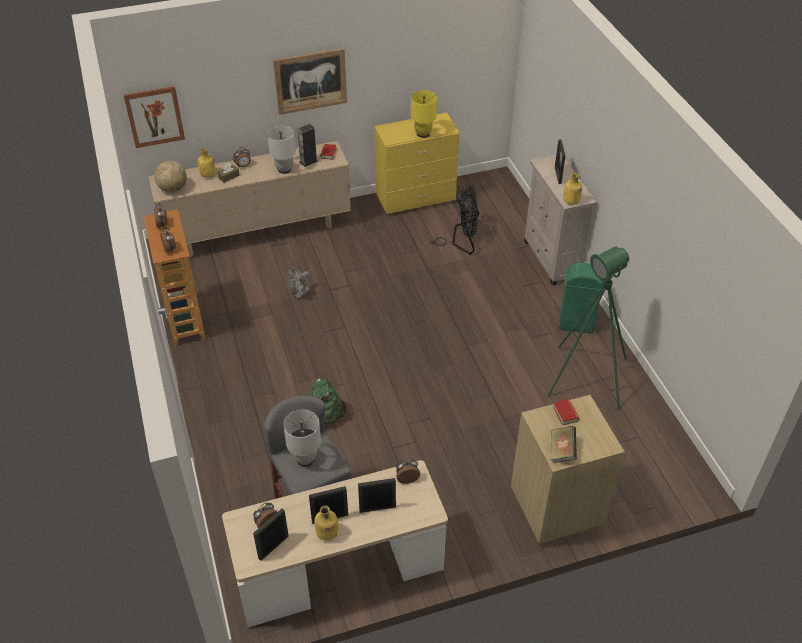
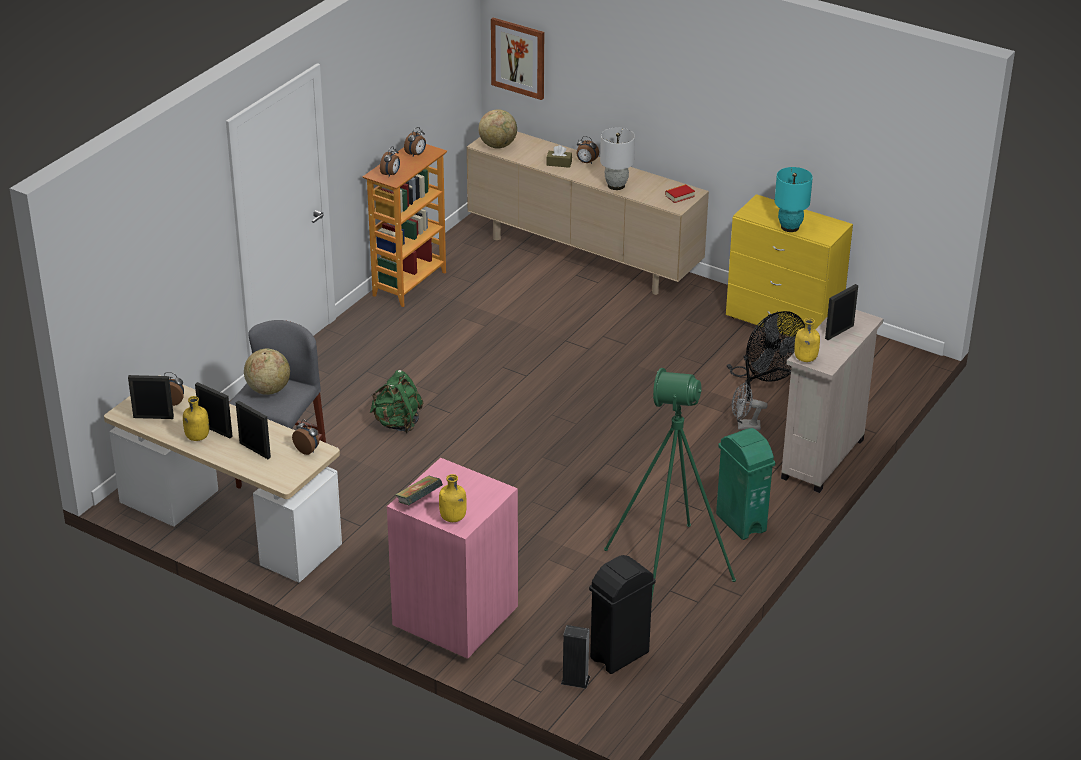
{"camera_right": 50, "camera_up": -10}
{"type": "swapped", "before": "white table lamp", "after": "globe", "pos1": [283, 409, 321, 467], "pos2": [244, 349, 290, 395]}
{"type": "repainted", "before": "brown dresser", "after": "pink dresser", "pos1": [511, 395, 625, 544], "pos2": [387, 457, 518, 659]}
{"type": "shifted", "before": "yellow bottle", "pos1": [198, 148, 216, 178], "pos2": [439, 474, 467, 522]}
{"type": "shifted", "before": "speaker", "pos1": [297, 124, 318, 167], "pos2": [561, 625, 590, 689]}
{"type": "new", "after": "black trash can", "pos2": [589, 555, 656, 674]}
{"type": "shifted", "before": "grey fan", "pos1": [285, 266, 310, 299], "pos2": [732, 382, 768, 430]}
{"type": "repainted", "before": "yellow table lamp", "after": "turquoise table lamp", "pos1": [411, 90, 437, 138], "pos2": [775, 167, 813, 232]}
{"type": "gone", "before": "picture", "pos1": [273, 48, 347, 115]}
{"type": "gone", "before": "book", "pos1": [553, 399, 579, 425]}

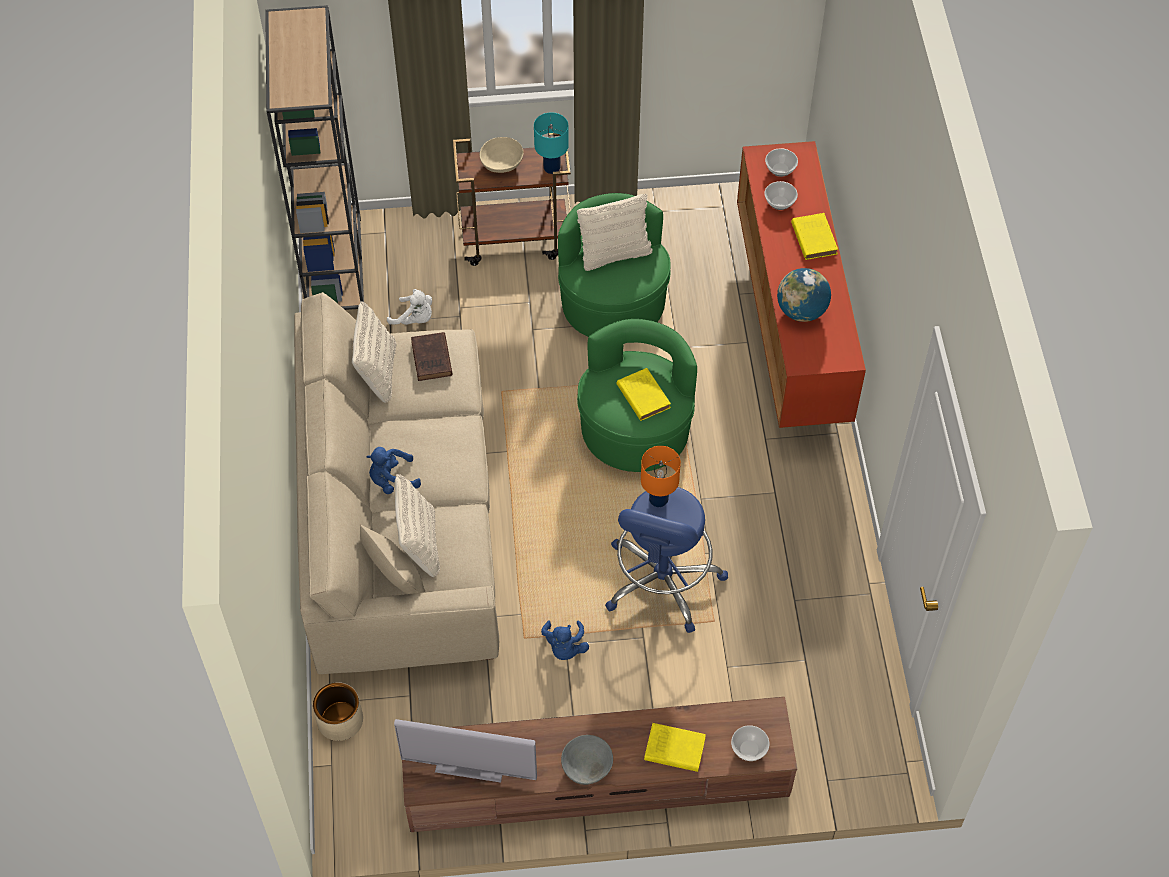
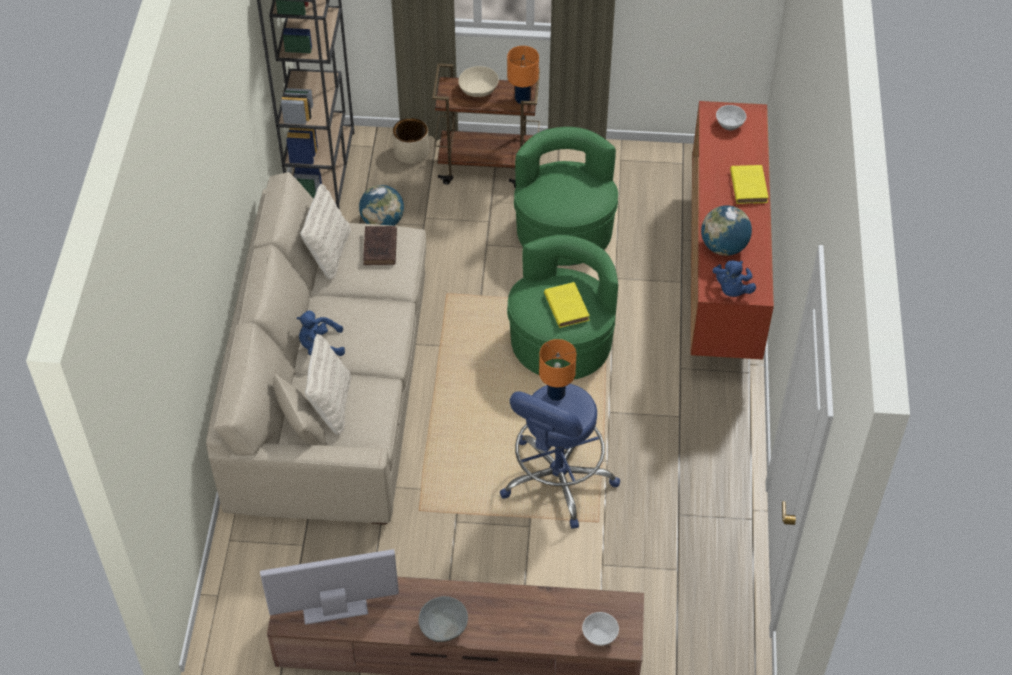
{"camera_right": 10, "camera_up": -5}
{"type": "rotated", "before": "television", "pos1": [394, 719, 537, 783], "pos2": [260, 549, 399, 625], "turn": 150}
{"type": "swapped", "before": "white plush toy", "after": "globe", "pos1": [387, 289, 432, 325], "pos2": [359, 185, 404, 226]}
{"type": "shifted", "before": "beige planter", "pos1": [313, 682, 363, 741], "pos2": [393, 118, 429, 164]}
{"type": "repainted", "before": "turquoise table lamp", "after": "orange table lamp", "pos1": [534, 112, 569, 174], "pos2": [507, 46, 539, 104]}
{"type": "shifted", "before": "blue plush toy", "pos1": [541, 620, 589, 660], "pos2": [713, 261, 756, 297]}
{"type": "gone", "before": "beige pillow", "pos1": [577, 194, 653, 271]}
{"type": "gone", "before": "yellow book", "pos1": [644, 723, 706, 772]}
{"type": "gone", "before": "bowl", "pos1": [764, 181, 798, 210]}

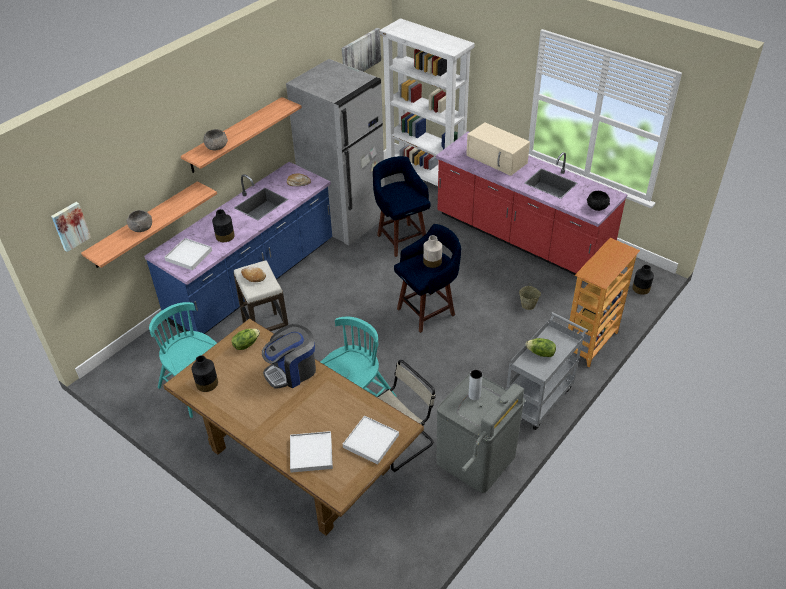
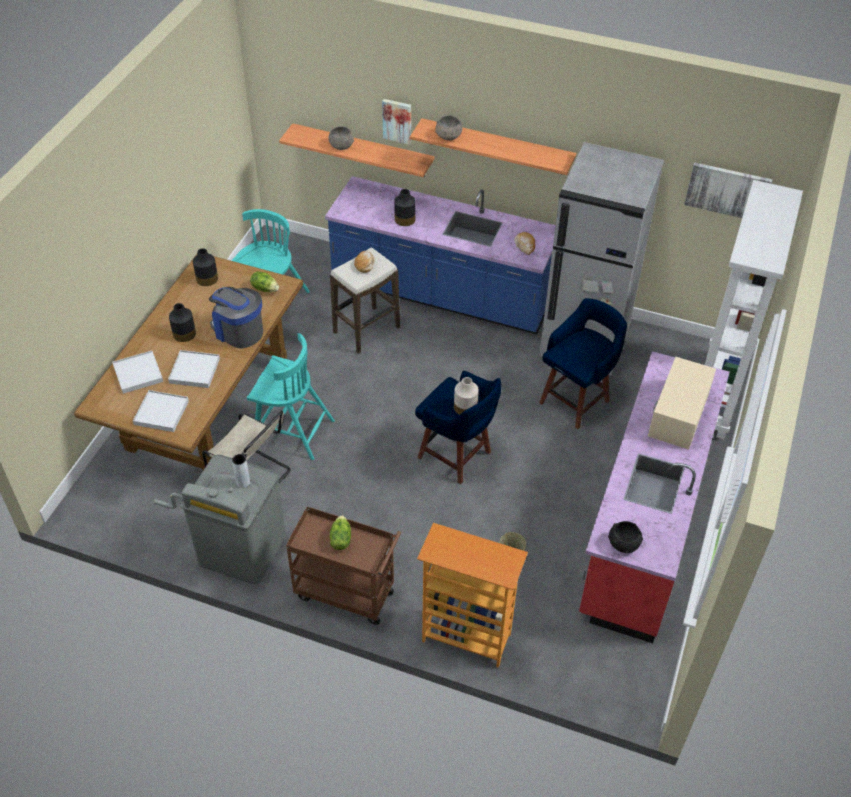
{"camera_right": 70, "camera_up": 5}
{"type": "shifted", "before": "white tray", "pos1": [164, 238, 212, 270], "pos2": [168, 350, 220, 388]}
{"type": "shifted", "before": "black vase", "pos1": [632, 265, 654, 295], "pos2": [169, 303, 196, 342]}
{"type": "repainted", "before": "grey cart", "after": "brown cart", "pos1": [506, 312, 588, 430], "pos2": [286, 507, 401, 625]}
{"type": "shifted", "before": "picture", "pos1": [51, 202, 91, 252], "pos2": [382, 99, 411, 145]}

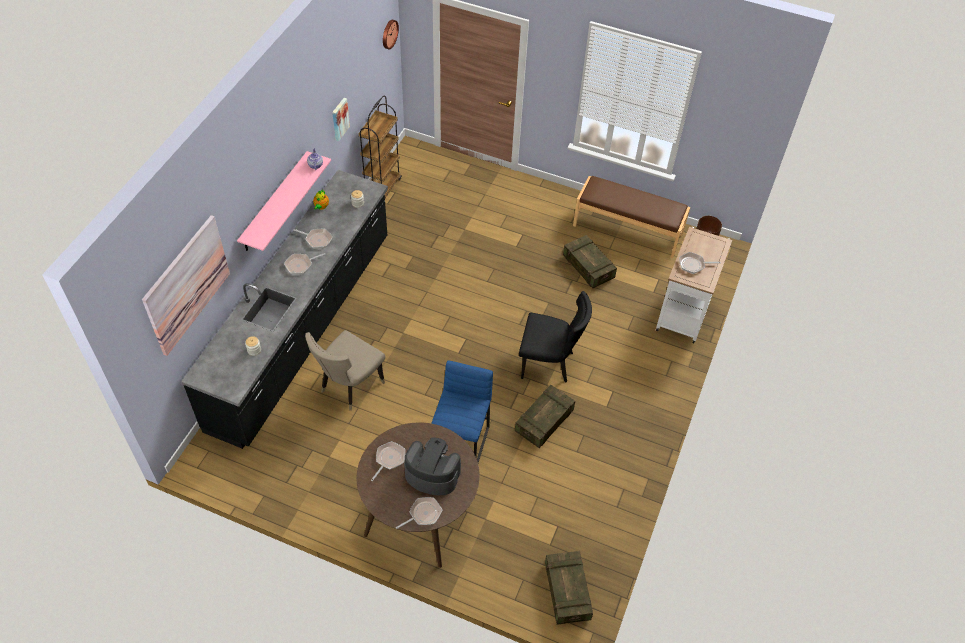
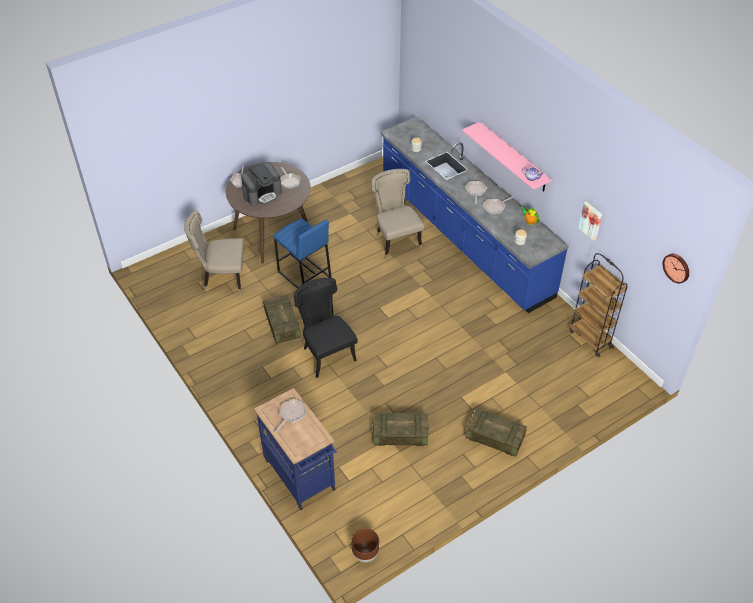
{"camera_right": 125, "camera_up": -5}
{"type": "new", "after": "beige chair", "pos2": [184, 210, 244, 294]}
{"type": "repainted", "before": "white cart", "after": "blue cart", "pos1": [656, 227, 732, 343], "pos2": [254, 388, 337, 510]}
{"type": "rotated", "before": "black chair", "pos1": [519, 291, 592, 382], "pos2": [294, 278, 358, 378], "turn": 105}
{"type": "repainted", "before": "black counter", "after": "blue counter", "pos1": [181, 170, 388, 449], "pos2": [381, 117, 569, 313]}
{"type": "shifted", "before": "crate", "pos1": [545, 551, 593, 625], "pos2": [465, 408, 527, 457]}
{"type": "gone", "before": "picture", "pos1": [142, 215, 230, 356]}
{"type": "gone", "before": "brown bench", "pos1": [573, 176, 690, 258]}

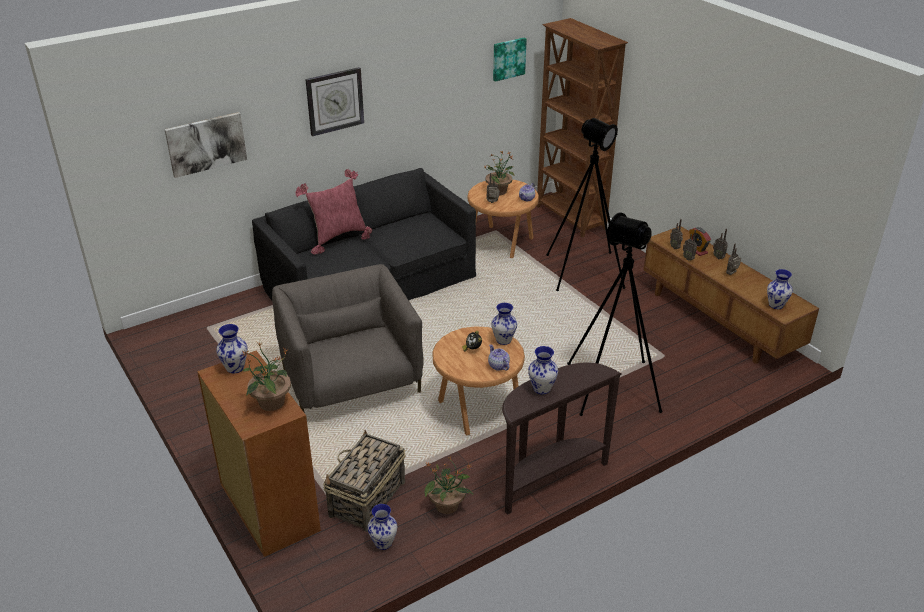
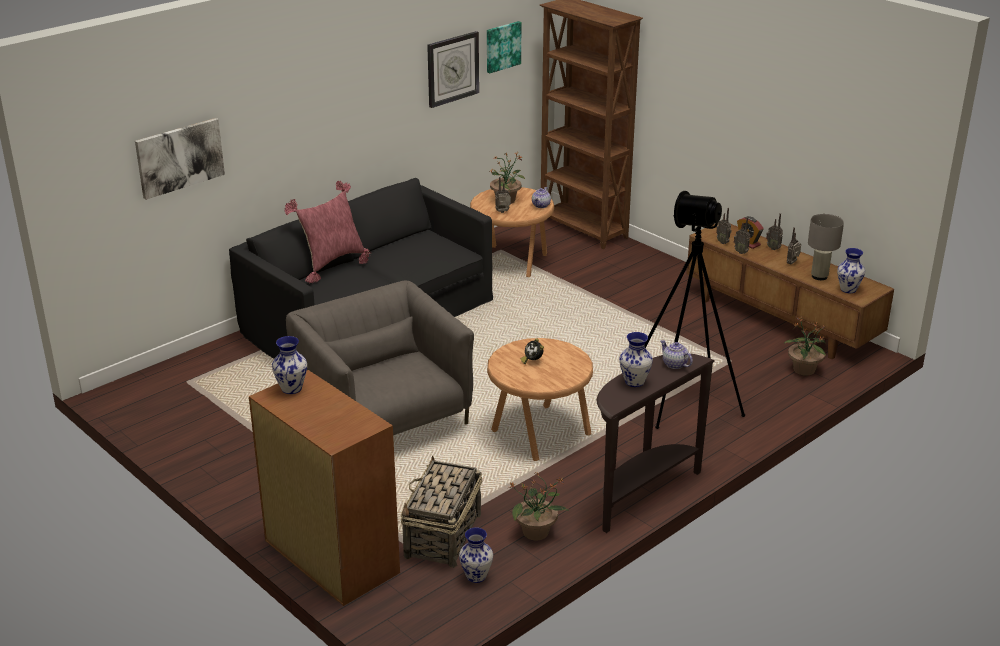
{"camera_right": -10, "camera_up": -5}
{"type": "shifted", "before": "wall clock", "pos1": [305, 67, 364, 136], "pos2": [427, 31, 479, 108]}
{"type": "shifted", "before": "teapot", "pos1": [488, 344, 510, 371], "pos2": [660, 340, 693, 369]}
{"type": "shifted", "before": "potted plant", "pos1": [242, 342, 291, 411], "pos2": [784, 316, 826, 376]}
{"type": "new", "after": "grey table lamp", "pos2": [808, 214, 844, 280]}
{"type": "gone", "before": "vase", "pos1": [491, 303, 517, 345]}
{"type": "gone", "before": "black floor lamp", "pos1": [546, 118, 626, 291]}

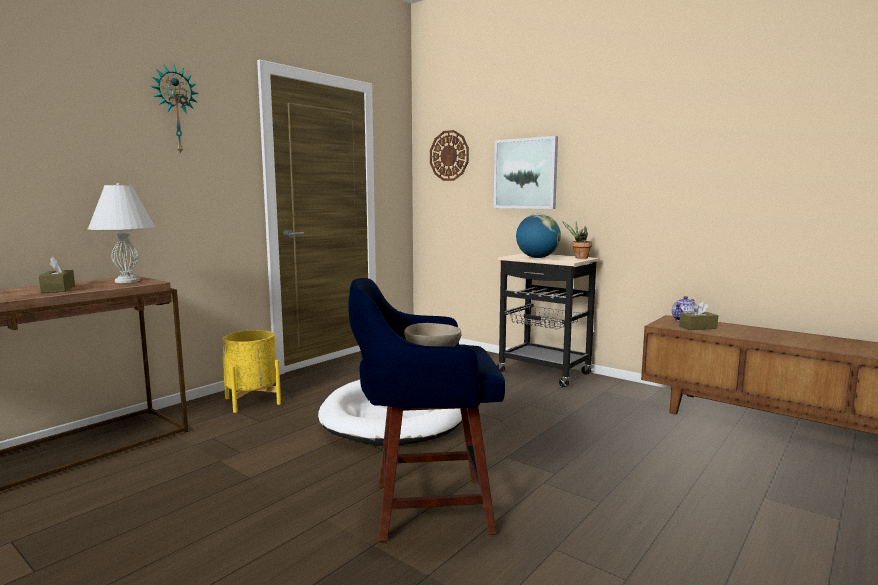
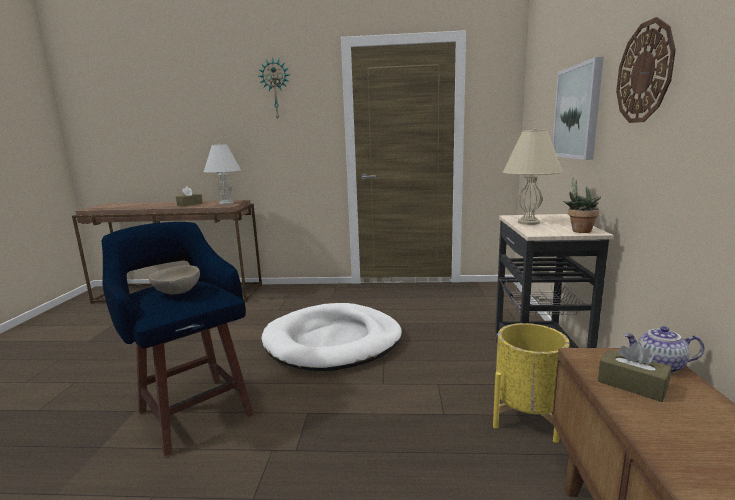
{"camera_right": 55, "camera_up": 5}
{"type": "shifted", "before": "yellow planter", "pos1": [222, 330, 281, 413], "pos2": [493, 323, 570, 443]}
{"type": "swapped", "before": "globe", "after": "beige table lamp", "pos1": [516, 214, 561, 258], "pos2": [502, 128, 563, 225]}
{"type": "shifted", "before": "wall clock", "pos1": [430, 130, 469, 181], "pos2": [616, 17, 676, 123]}

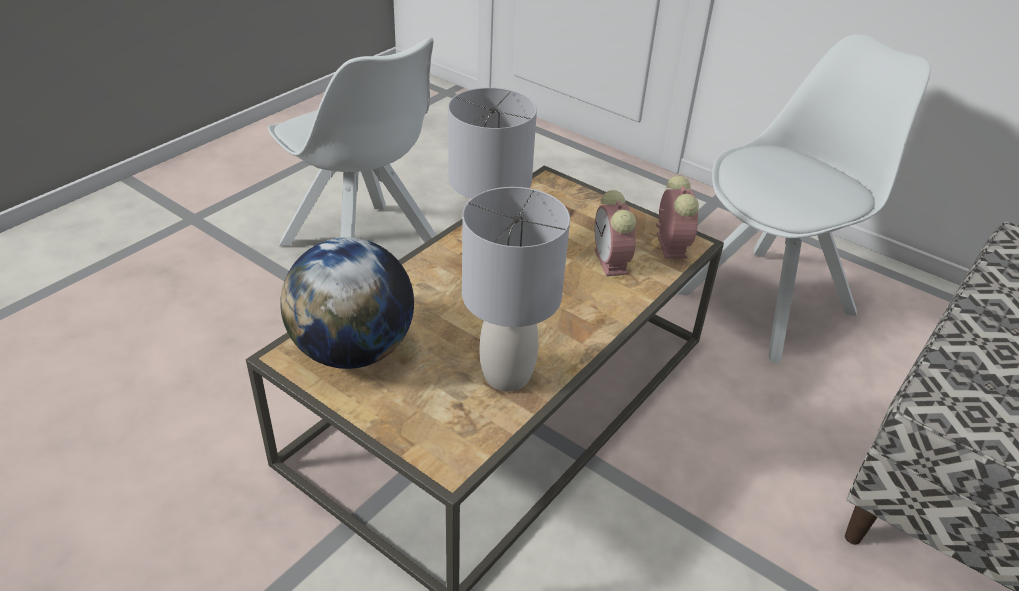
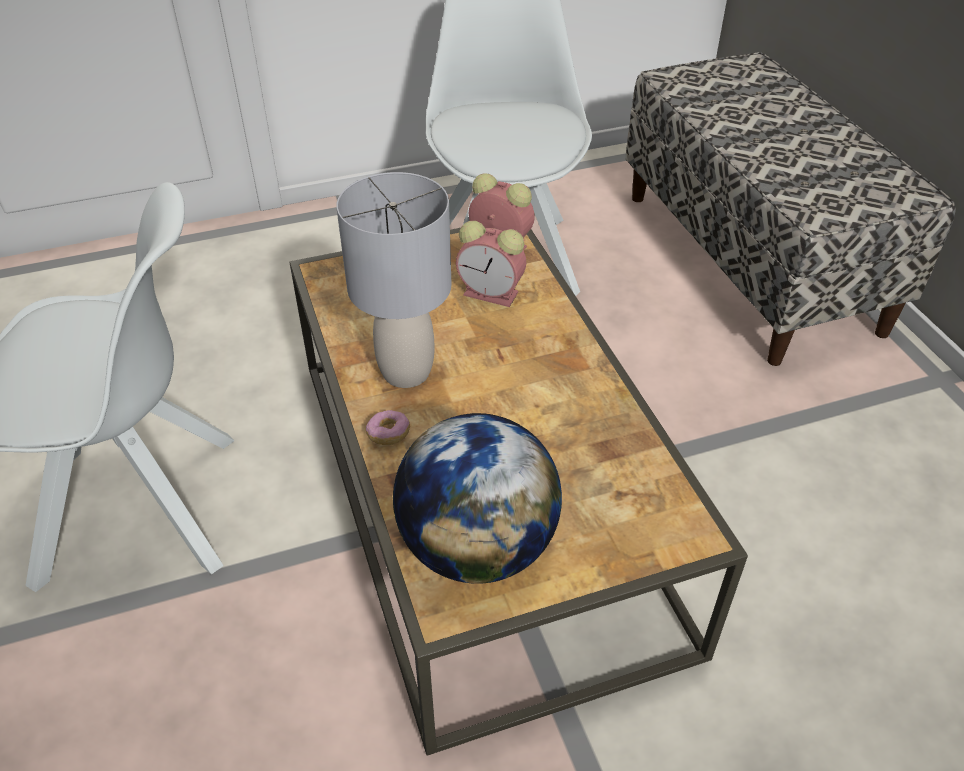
{"camera_right": -55, "camera_up": 5}
{"type": "new", "after": "donut", "pos2": [366, 410, 410, 445]}
{"type": "gone", "before": "grey table lamp", "pos1": [462, 187, 570, 391]}

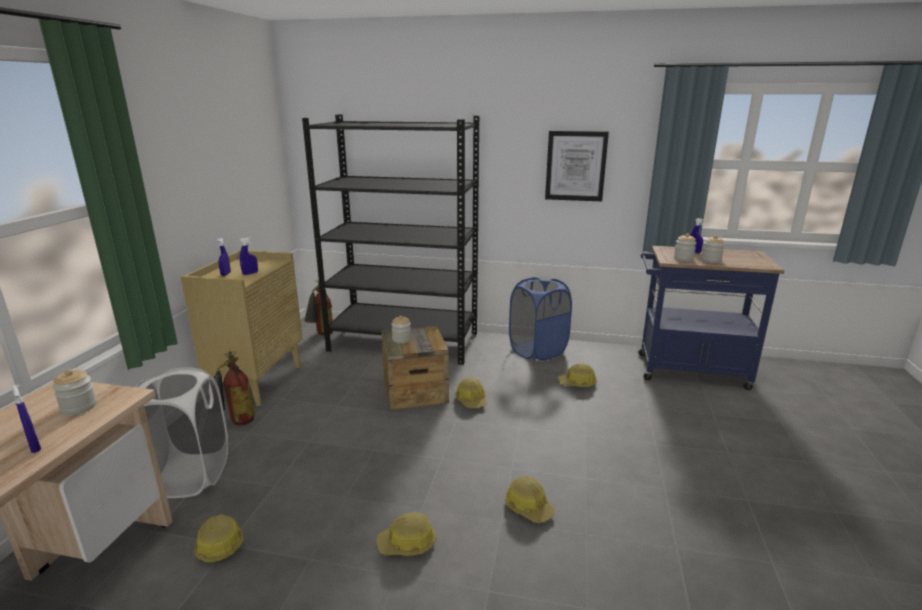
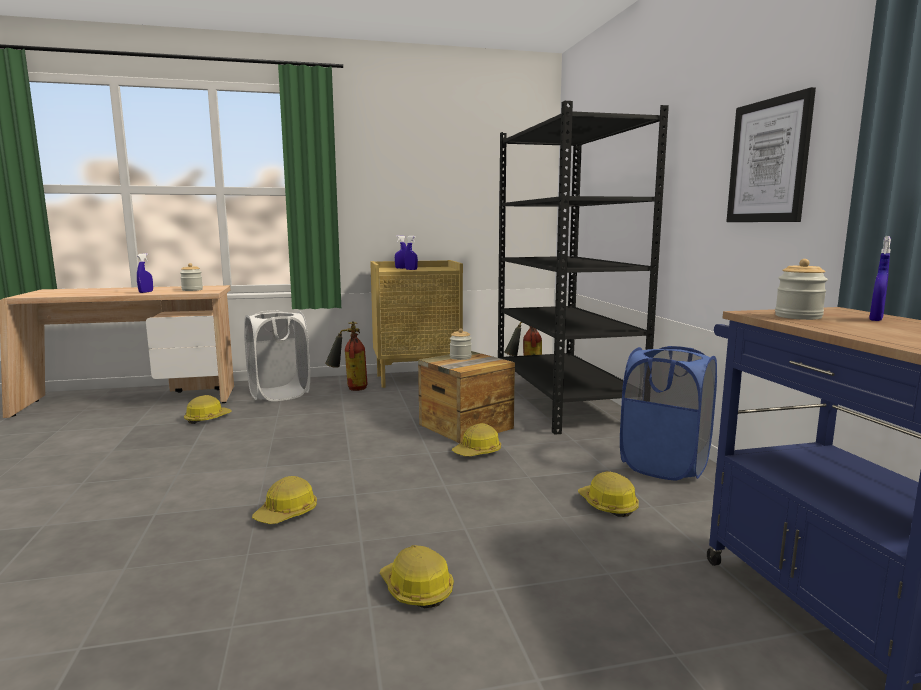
{"camera_right": 65, "camera_up": -10}
{"type": "shifted", "before": "hard hat", "pos1": [377, 512, 436, 556], "pos2": [380, 545, 454, 608]}
{"type": "gone", "before": "jar", "pos1": [701, 235, 725, 263]}

